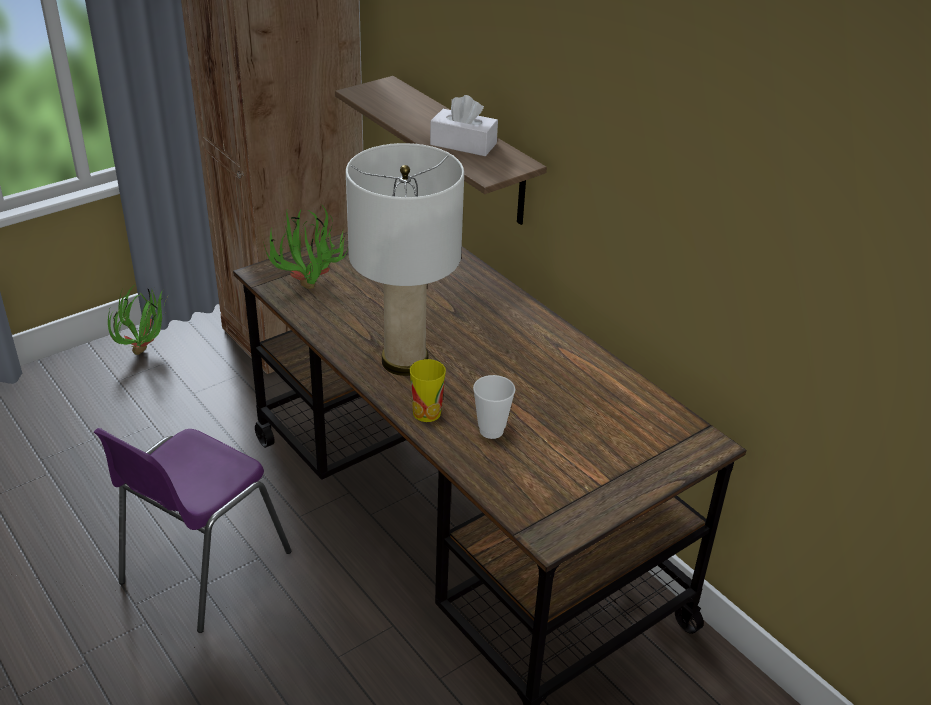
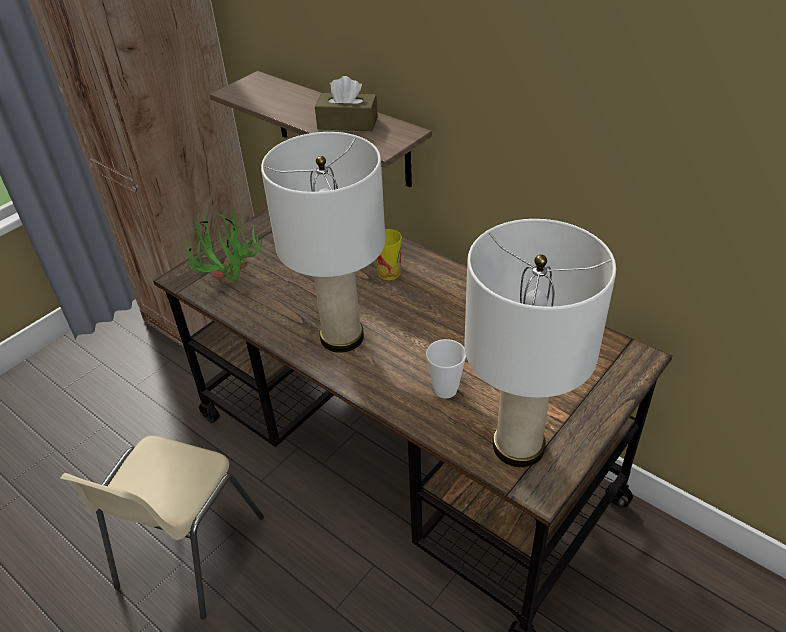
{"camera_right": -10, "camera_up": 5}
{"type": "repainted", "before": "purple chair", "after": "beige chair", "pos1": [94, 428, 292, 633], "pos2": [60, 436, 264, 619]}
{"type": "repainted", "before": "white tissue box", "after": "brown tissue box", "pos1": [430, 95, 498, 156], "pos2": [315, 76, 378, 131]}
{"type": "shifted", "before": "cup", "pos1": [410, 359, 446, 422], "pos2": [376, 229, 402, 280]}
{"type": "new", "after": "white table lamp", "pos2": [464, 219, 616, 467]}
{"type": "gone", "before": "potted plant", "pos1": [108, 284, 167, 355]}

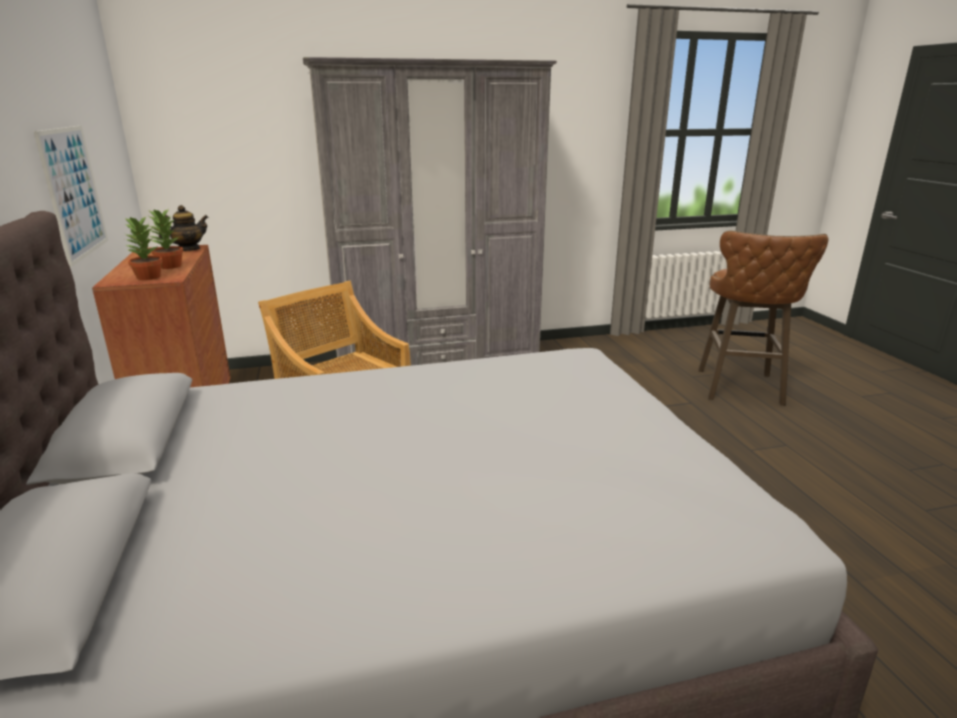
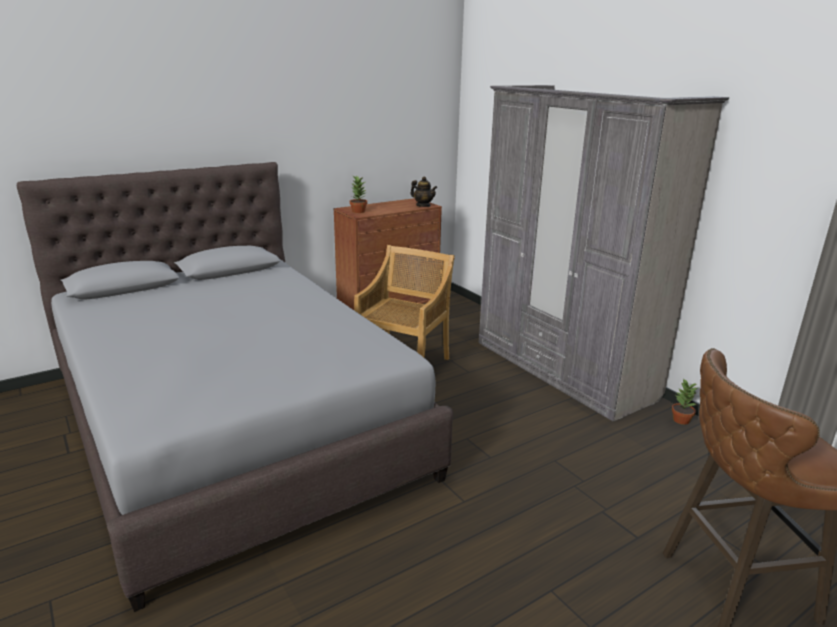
{"camera_right": 70, "camera_up": 0}
{"type": "shifted", "before": "potted plant", "pos1": [149, 209, 183, 269], "pos2": [672, 380, 698, 425]}
{"type": "gone", "before": "picture", "pos1": [33, 126, 108, 267]}

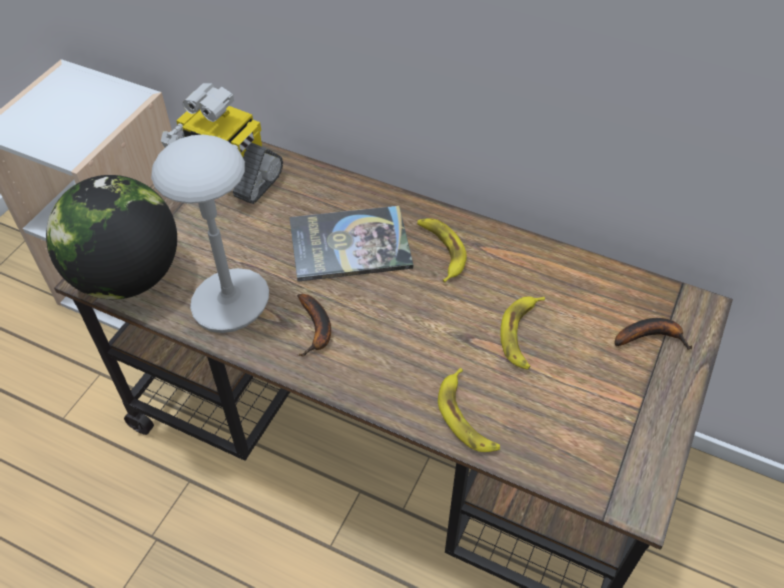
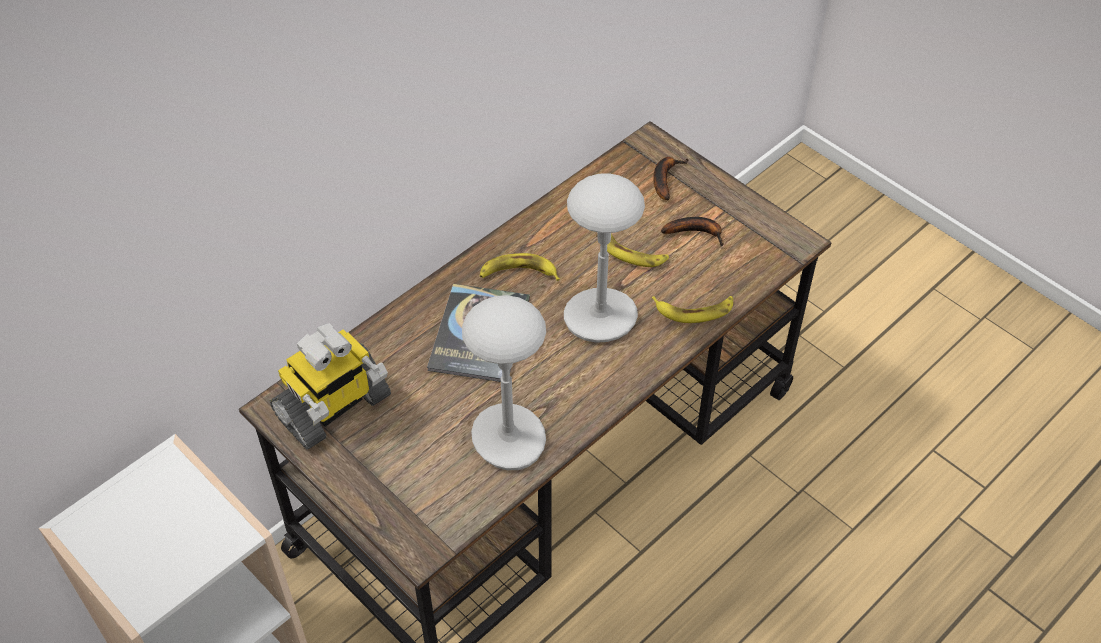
{"camera_right": -70, "camera_up": 0}
{"type": "new", "after": "grey table lamp", "pos2": [564, 173, 645, 343]}
{"type": "shifted", "before": "banana", "pos1": [297, 294, 331, 357], "pos2": [661, 217, 724, 246]}
{"type": "gone", "before": "globe", "pos1": [46, 175, 177, 299]}

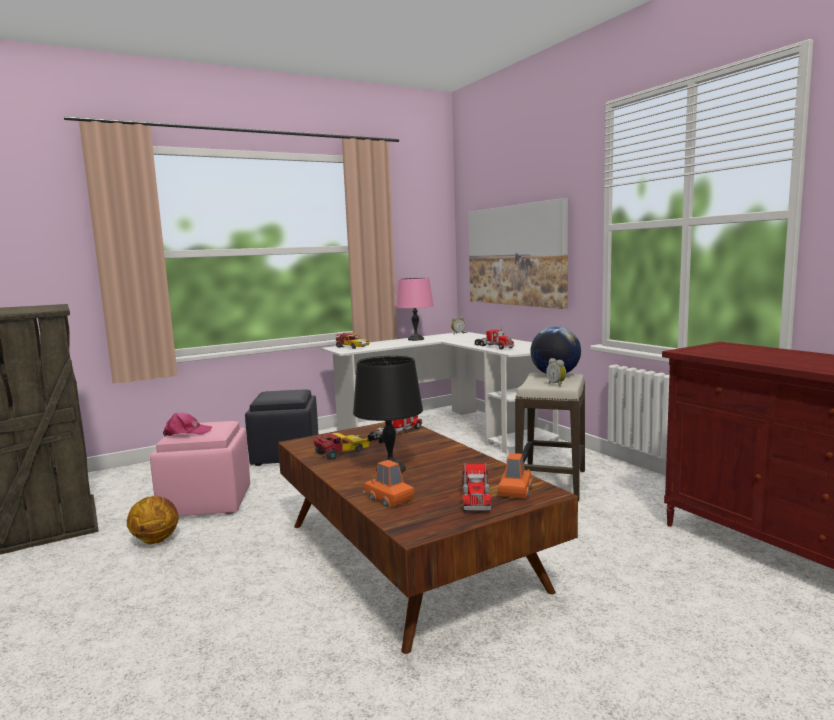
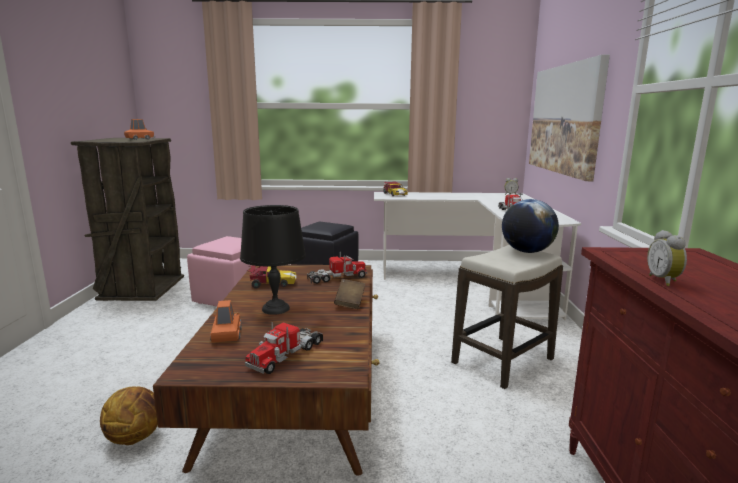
{"camera_right": 30, "camera_up": 5}
{"type": "shifted", "before": "basketball", "pos1": [127, 496, 178, 545], "pos2": [100, 386, 158, 445]}
{"type": "shifted", "before": "orange toy car", "pos1": [498, 453, 532, 498], "pos2": [124, 119, 155, 140]}
{"type": "new", "after": "brown book", "pos2": [334, 279, 365, 309]}
{"type": "shifted", "before": "alarm clock", "pos1": [546, 358, 566, 387], "pos2": [647, 230, 687, 286]}
{"type": "gone", "before": "pink cap", "pos1": [163, 413, 212, 437]}
{"type": "gone", "before": "pink table lamp", "pos1": [396, 278, 434, 341]}

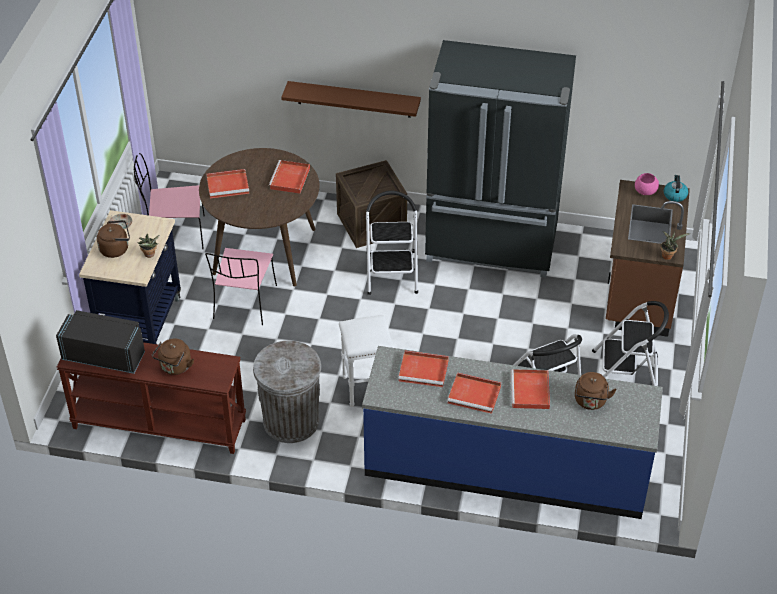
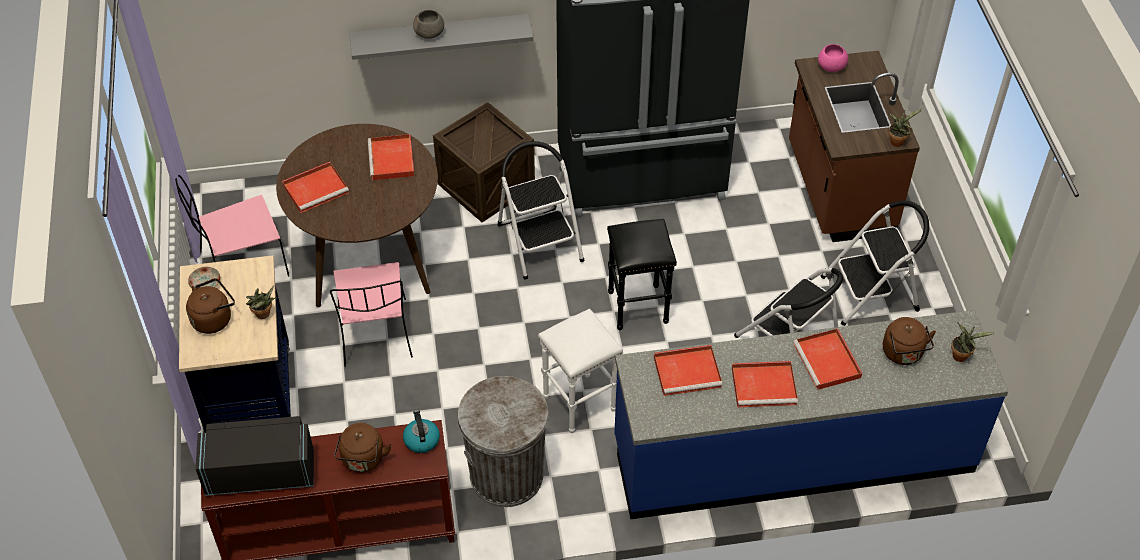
{"camera_right": -20, "camera_up": 5}
{"type": "repainted", "before": "brown shelf", "after": "grey shelf", "pos1": [281, 81, 421, 118], "pos2": [349, 14, 533, 60]}
{"type": "shifted", "before": "kettle", "pos1": [664, 175, 688, 202], "pos2": [403, 410, 440, 453]}
{"type": "new", "after": "grey bowl", "pos2": [413, 10, 444, 39]}
{"type": "new", "after": "black stool", "pos2": [607, 219, 677, 330]}
{"type": "new", "after": "potted plant", "pos2": [951, 323, 995, 362]}

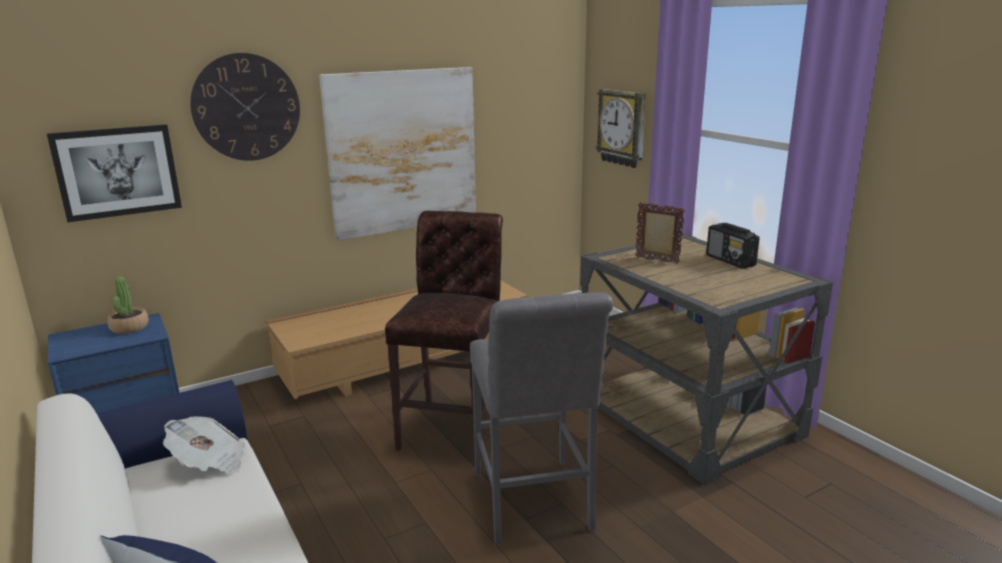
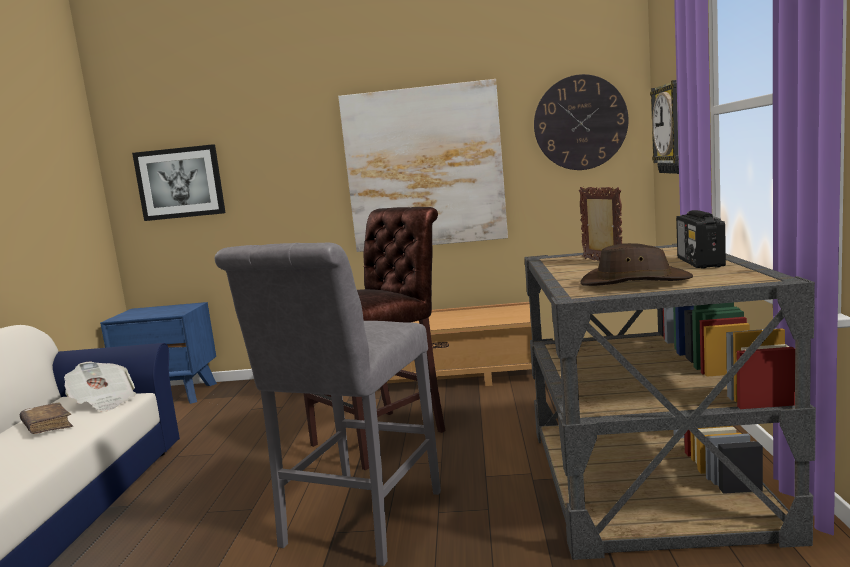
{"camera_right": 35, "camera_up": -10}
{"type": "new", "after": "brown book", "pos2": [20, 402, 73, 434]}
{"type": "shifted", "before": "wall clock", "pos1": [190, 53, 300, 161], "pos2": [534, 74, 629, 170]}
{"type": "new", "after": "brown hat", "pos2": [580, 243, 693, 286]}
{"type": "gone", "before": "potted plant", "pos1": [107, 276, 149, 334]}

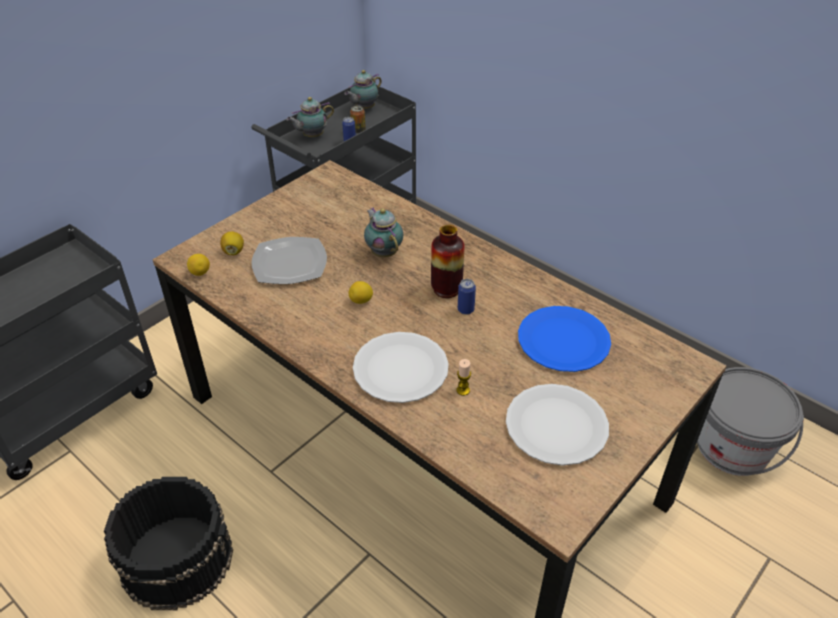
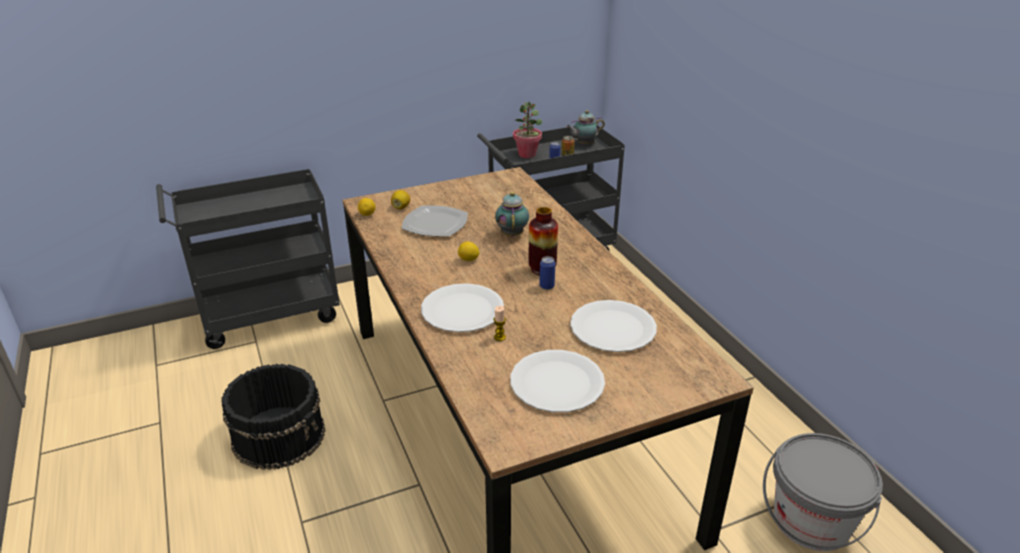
{"camera_right": 25, "camera_up": -10}
{"type": "swapped", "before": "teapot", "after": "potted plant", "pos1": [286, 97, 334, 137], "pos2": [513, 101, 542, 158]}
{"type": "repainted", "before": "blue plate", "after": "white plate", "pos1": [518, 306, 611, 372], "pos2": [570, 300, 657, 352]}

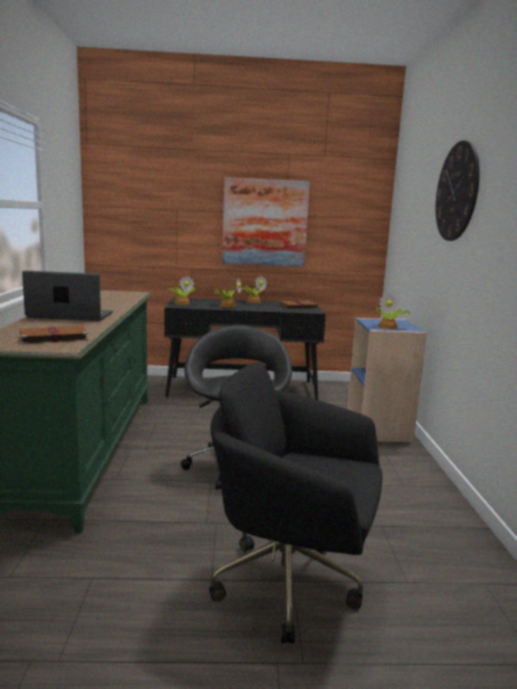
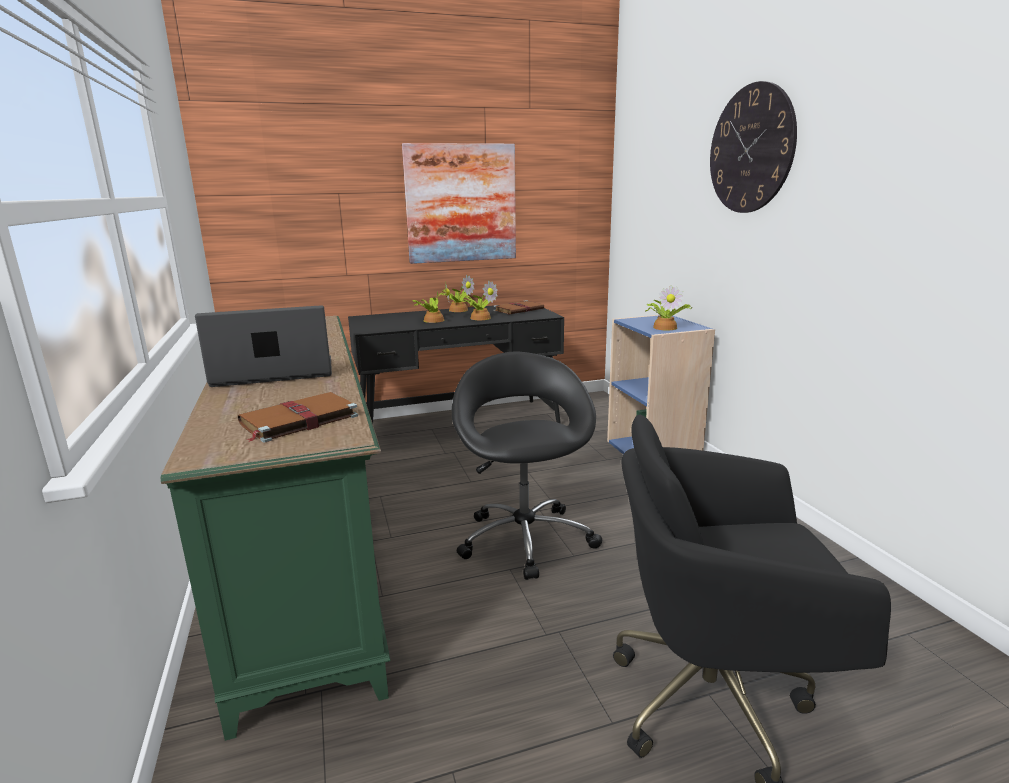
{"camera_right": -15, "camera_up": 5}
{"type": "shifted", "before": "potted plant", "pos1": [169, 275, 197, 305], "pos2": [459, 280, 498, 320]}

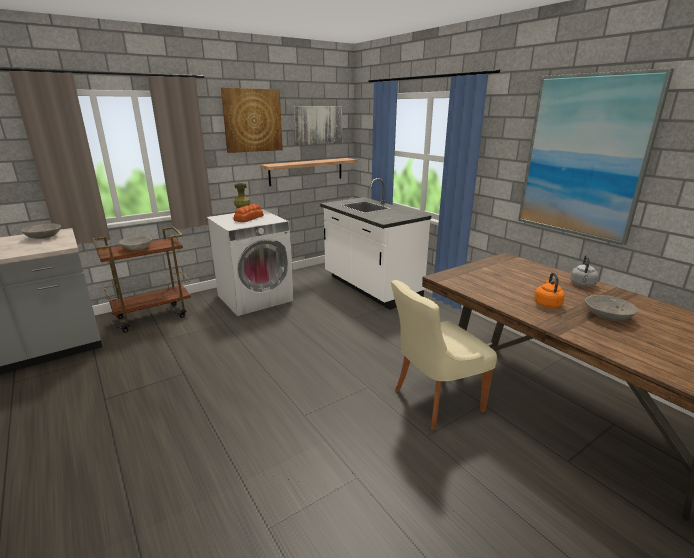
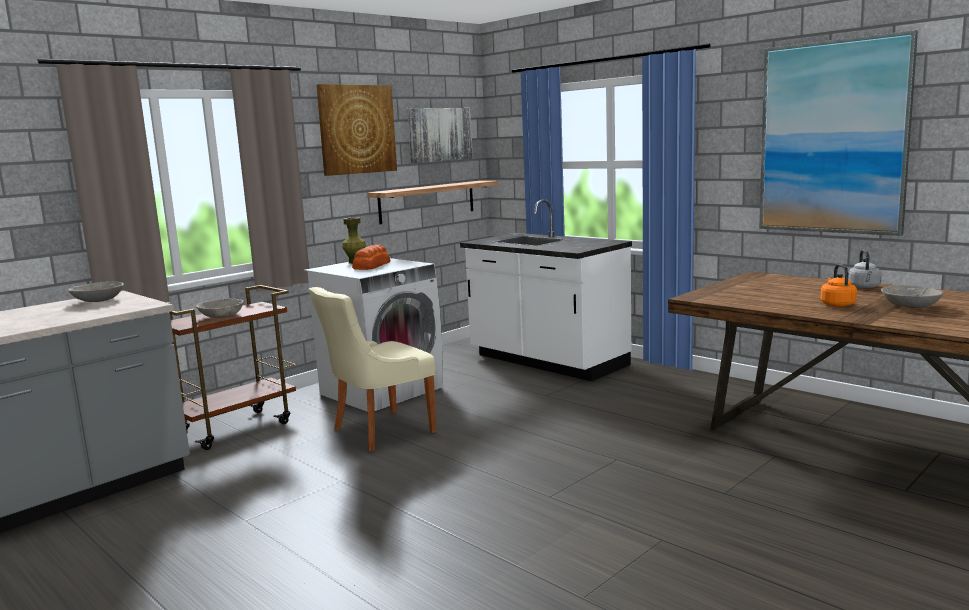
{"camera_right": -10, "camera_up": -10}
{"type": "shifted", "before": "beige chair", "pos1": [391, 280, 497, 430], "pos2": [308, 287, 437, 451]}

